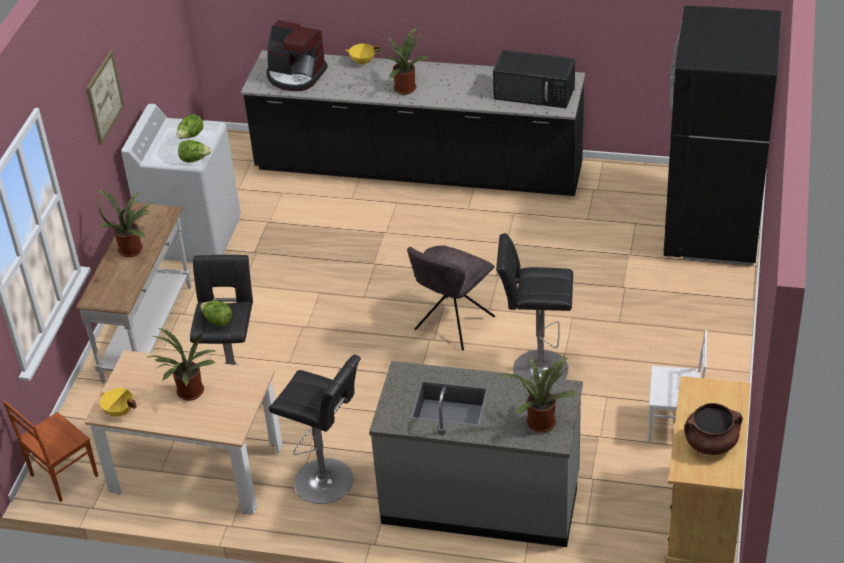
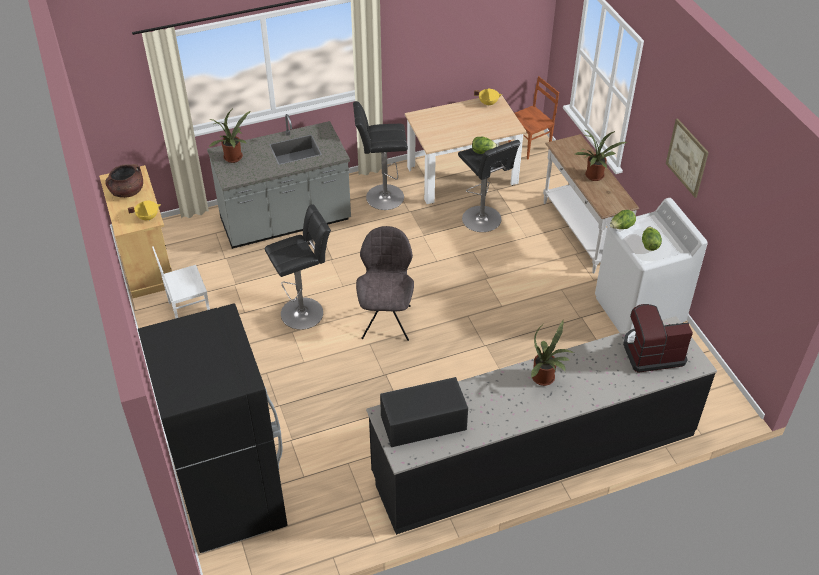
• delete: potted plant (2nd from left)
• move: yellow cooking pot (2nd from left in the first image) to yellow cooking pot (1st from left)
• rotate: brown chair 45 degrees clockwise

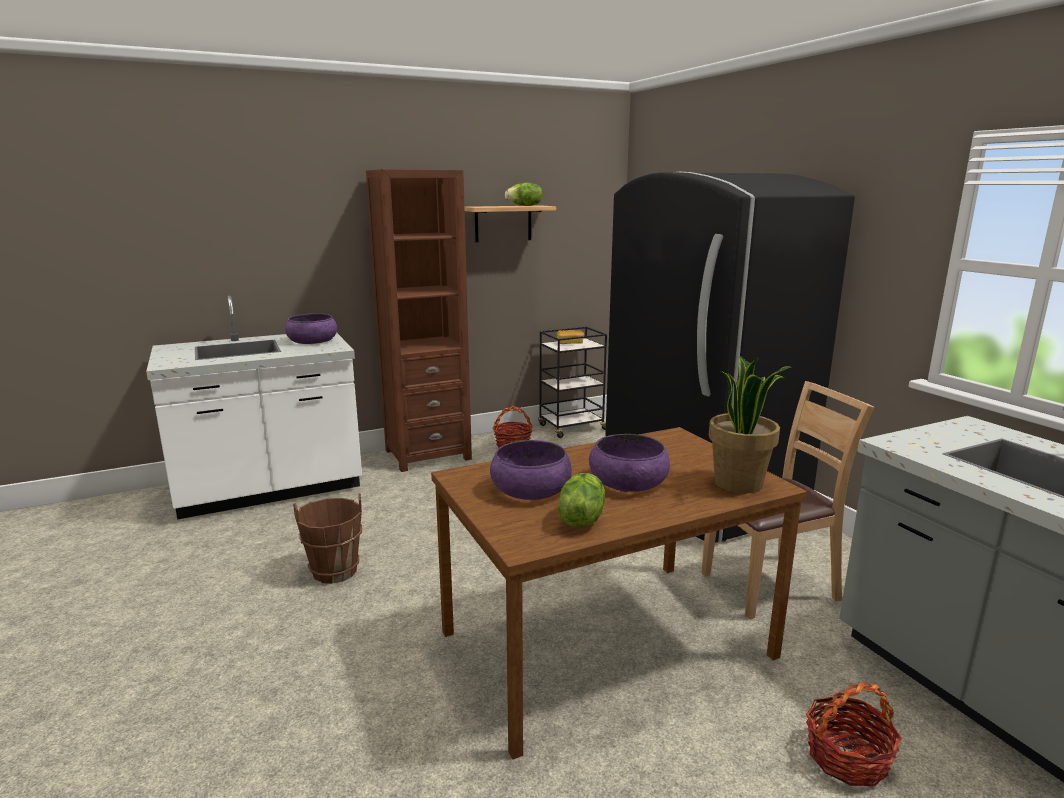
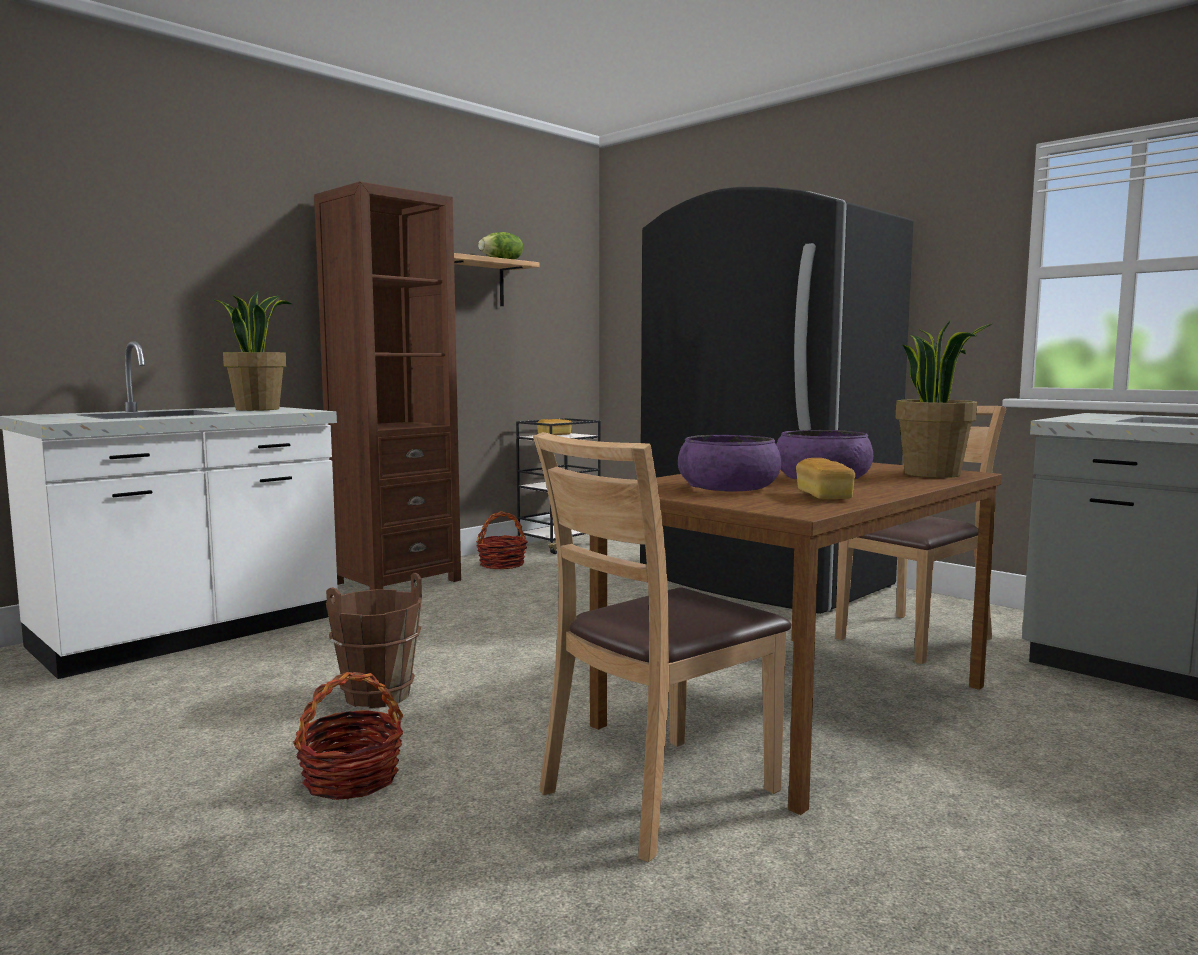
• insert: brown chair (1st from left)
• move: basket (2nd from left in the first image) to basket (1st from left)
• replace: purple bowl (1st from left) to potted plant (1st from left)
• replace: lettuce (2nd from left) to bread (2nd from left)

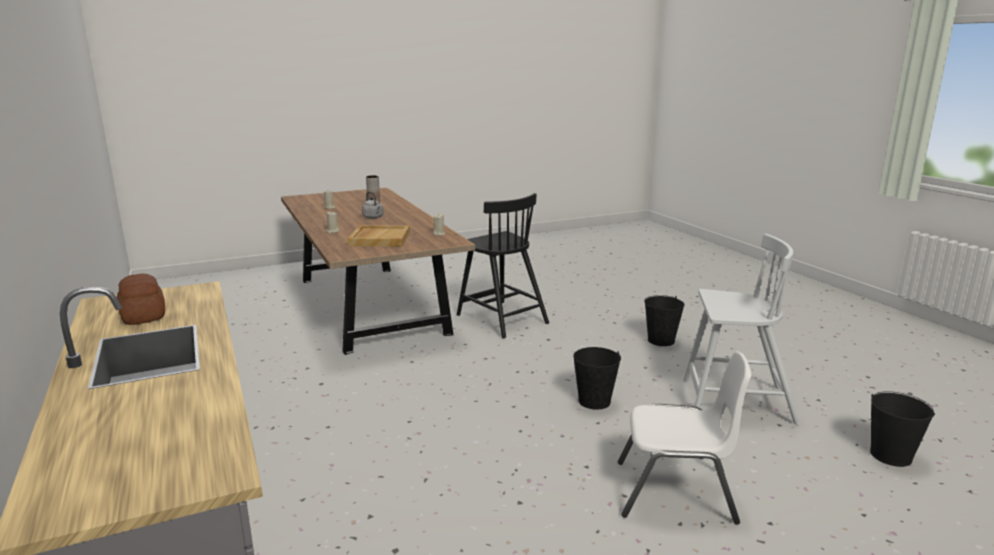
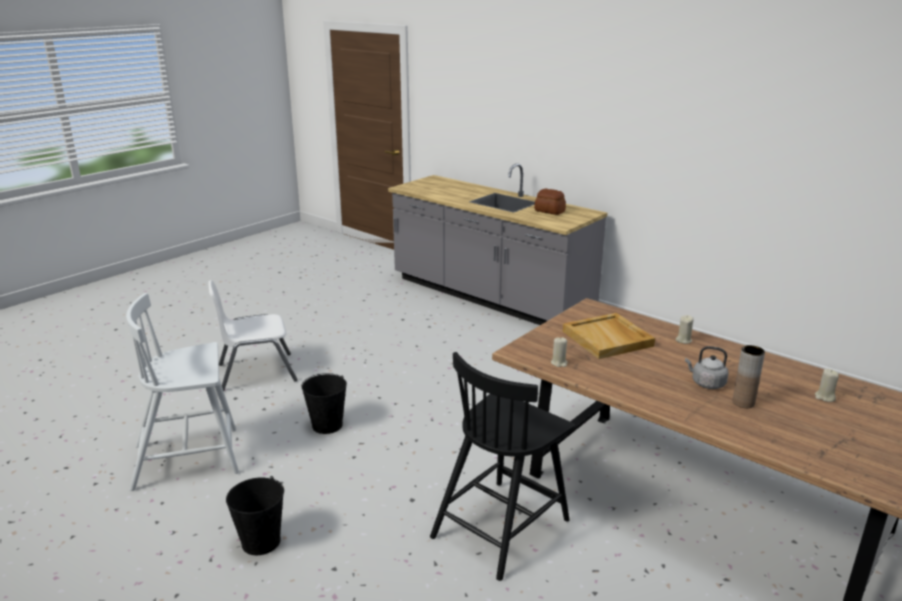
• delete: black bucket (3rd from left)
• rotate: black chair 75 degrees counterclockwise

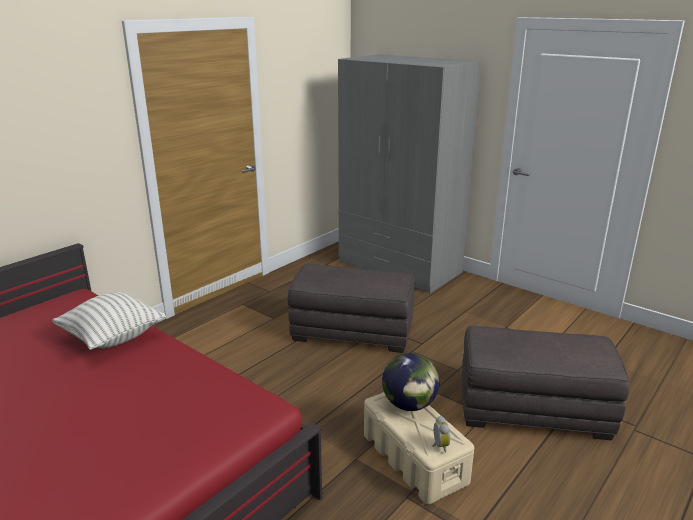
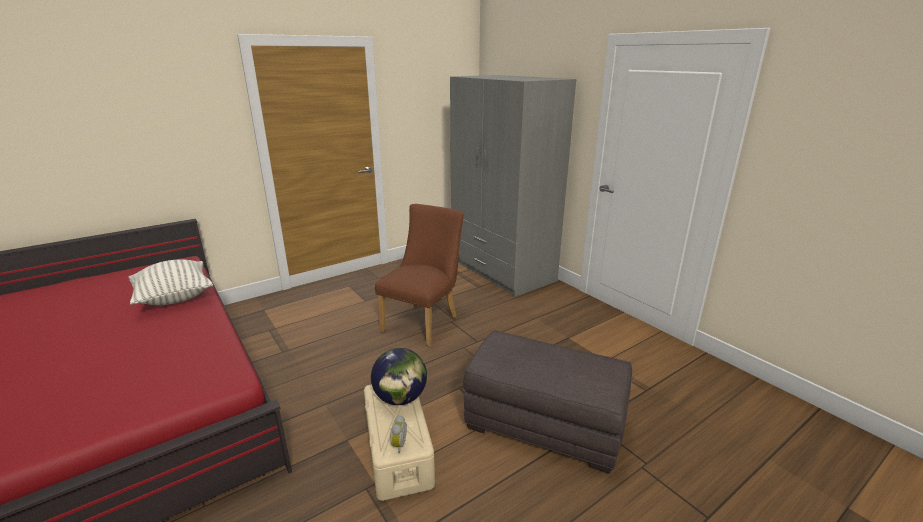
• replace: grey ottoman (1st from left) to brown chair

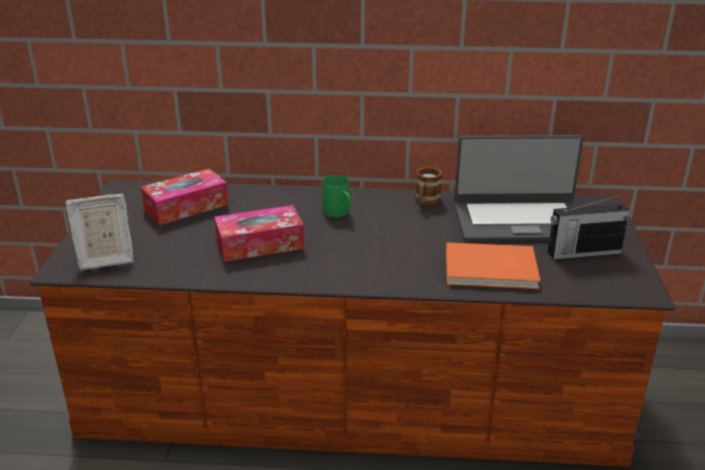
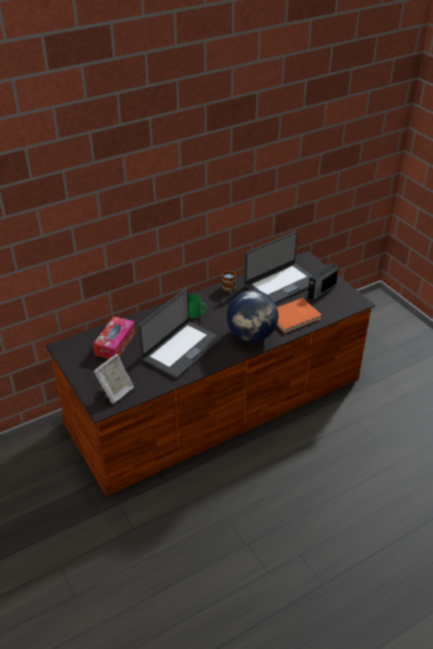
• insert: globe
• replace: tissue box (2nd from left) to laptop (1st from left)

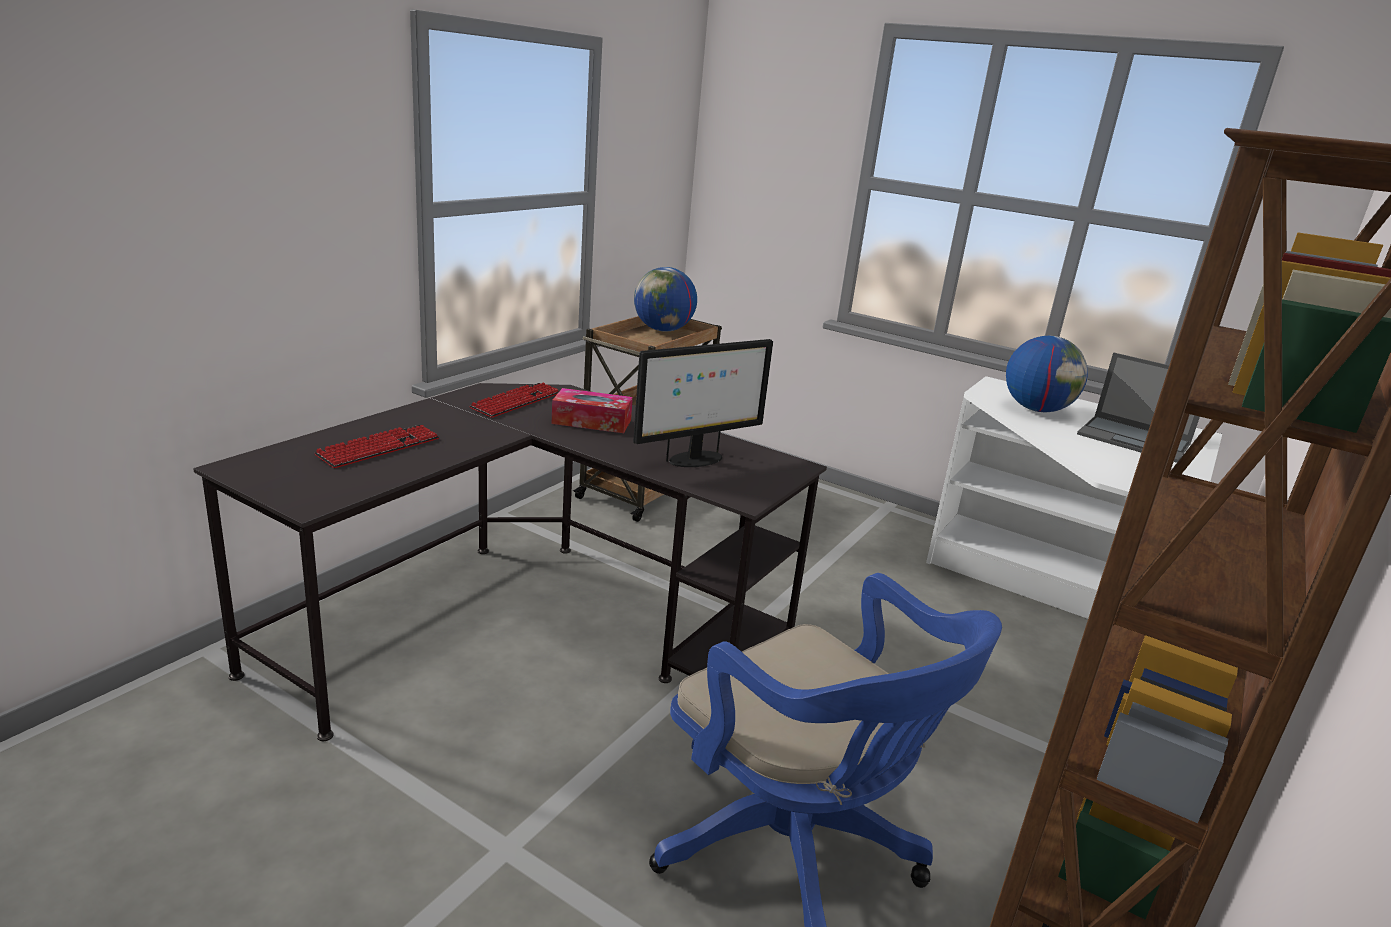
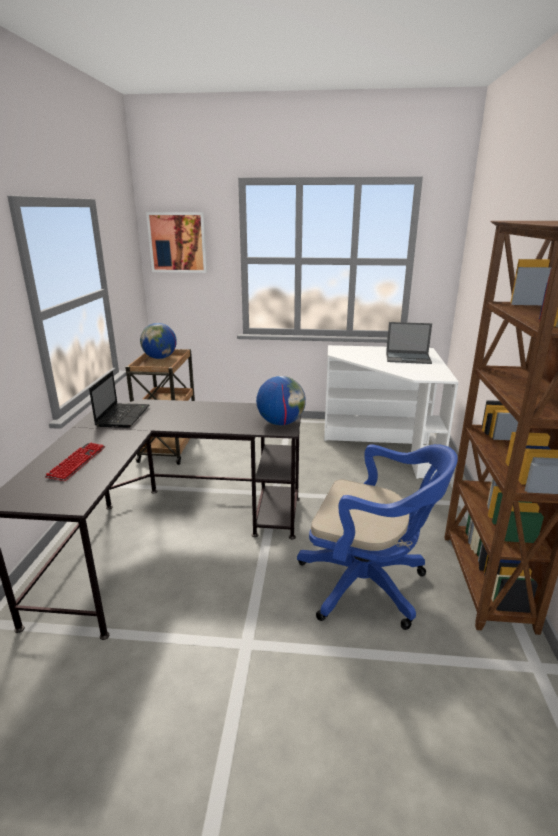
• delete: tissue box
• delete: monitor
• insert: picture
• move: globe (2nd from left)
• replace: keyboard (2nd from left) to laptop (1st from left)

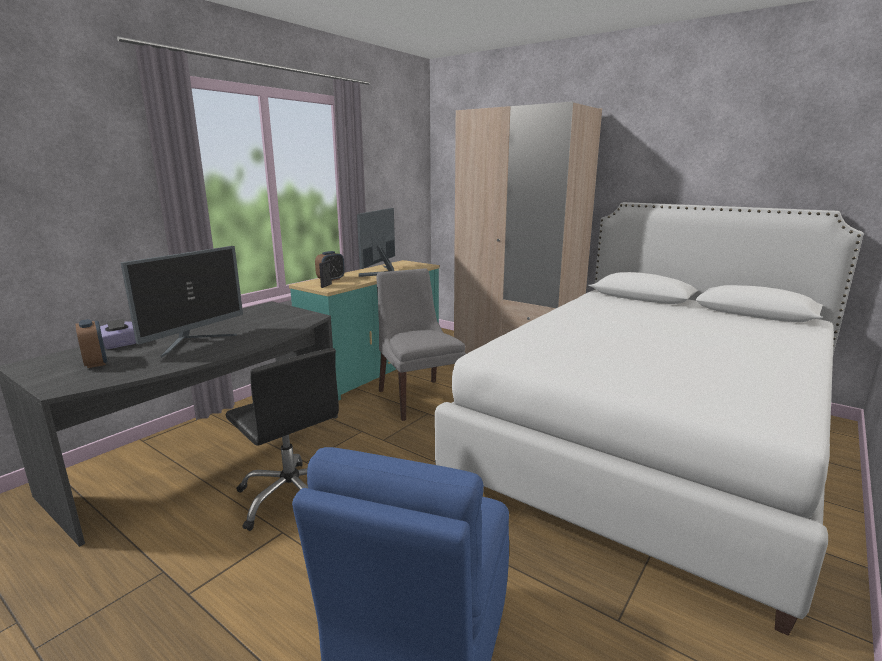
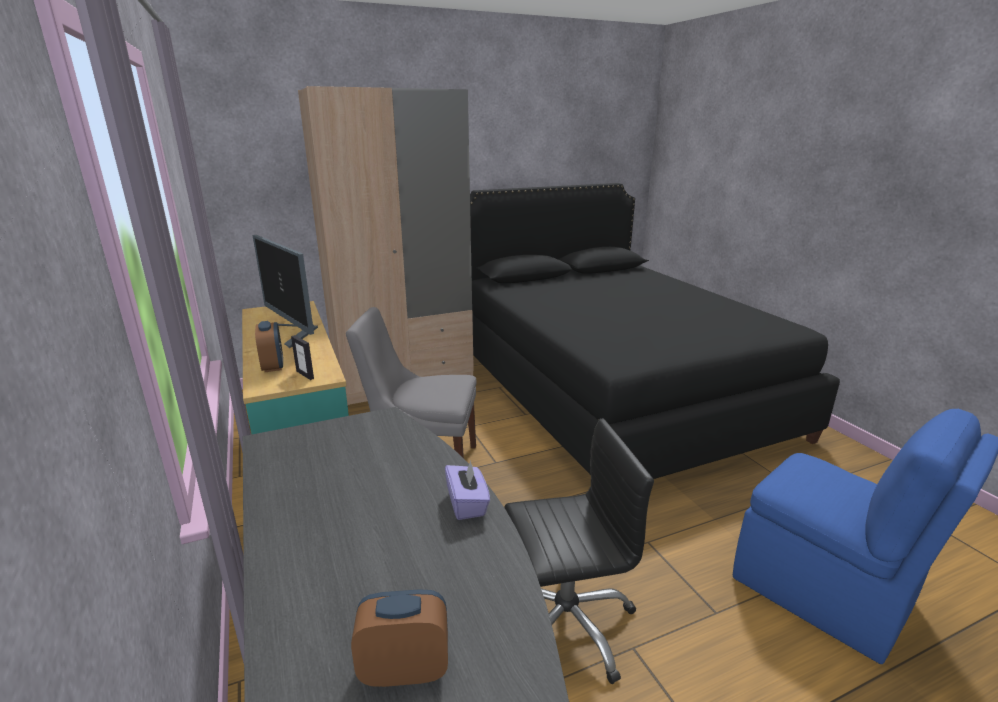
• delete: monitor (1st from left)
• move: purple tissue box
• recolor: white bed to black bed

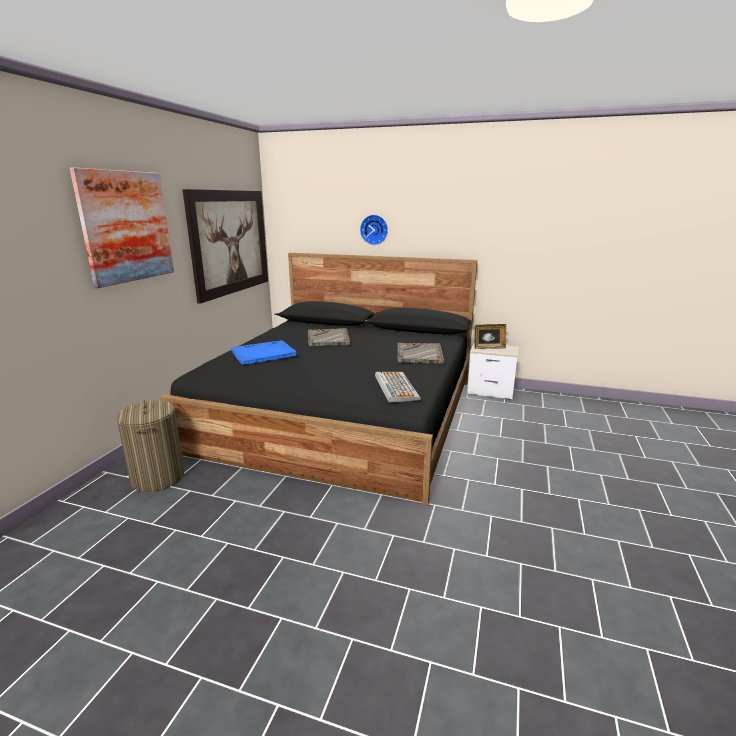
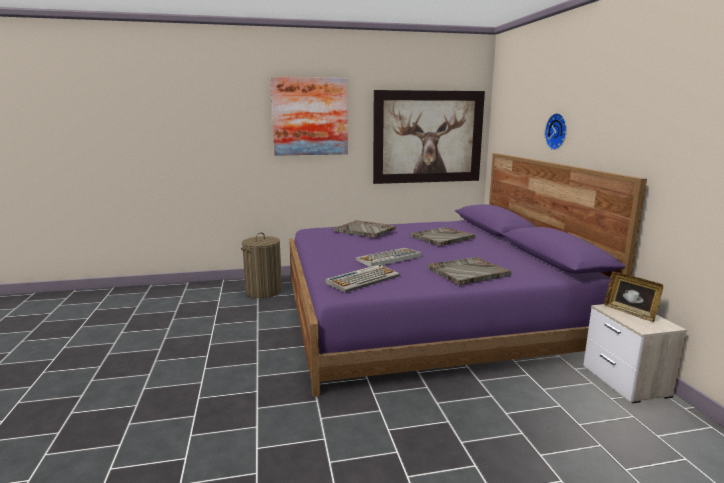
• insert: keyboard (2nd from left)
• recolor: black bed to purple bed
• recolor: blue tray to grey tray (1st from left)

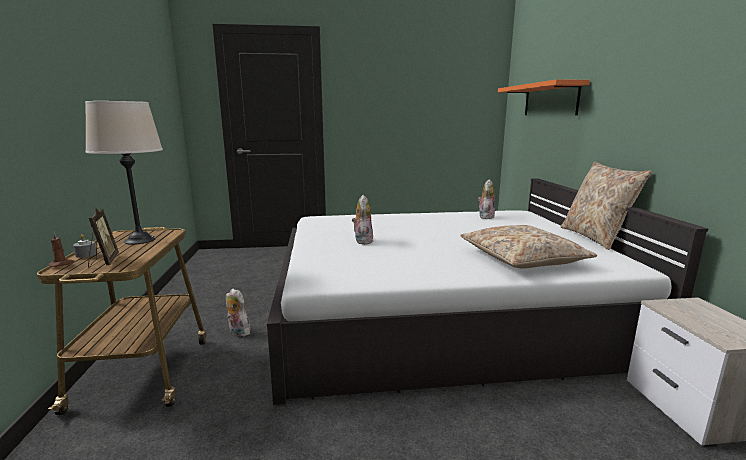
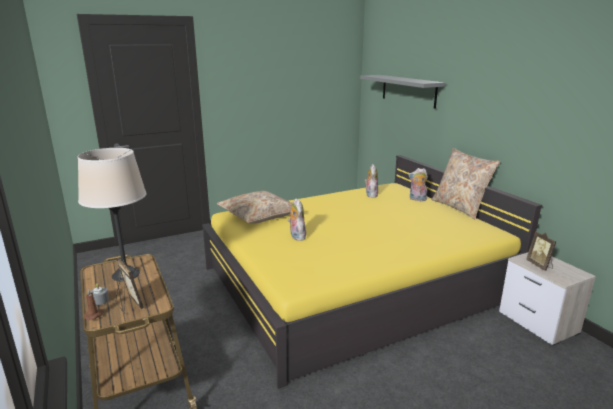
• insert: picture frame (2nd from left)
• move: plush toy (1st from left in the first image) to plush toy (3rd from left)
• move: beige pillow (1st from left)
• recolor: white bed to yellow bed
• recolor: orange shelf to grey shelf

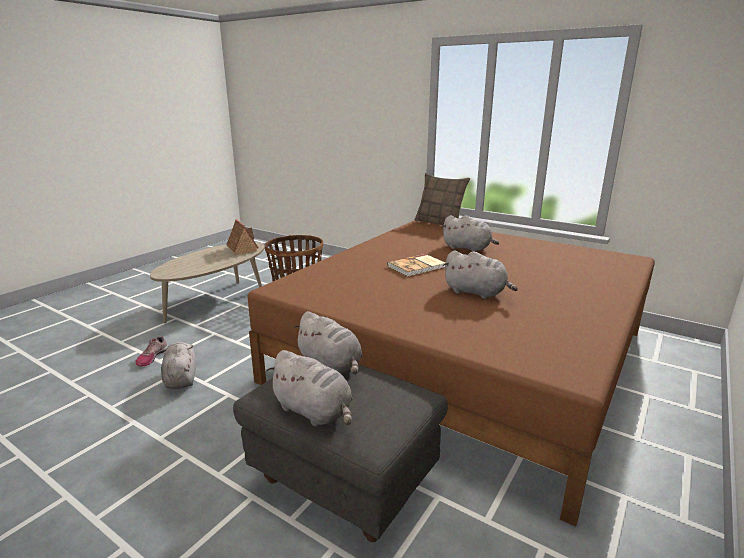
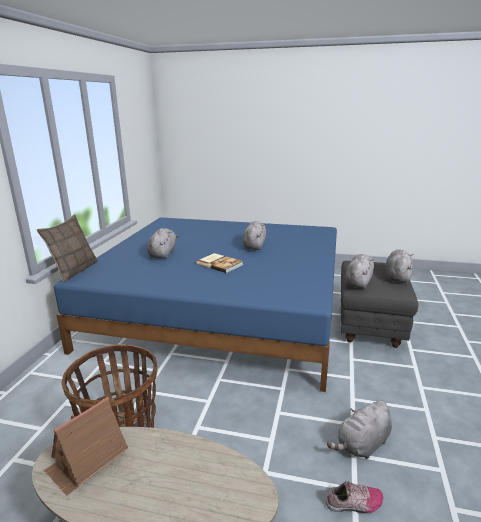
• recolor: brown bed to blue bed

